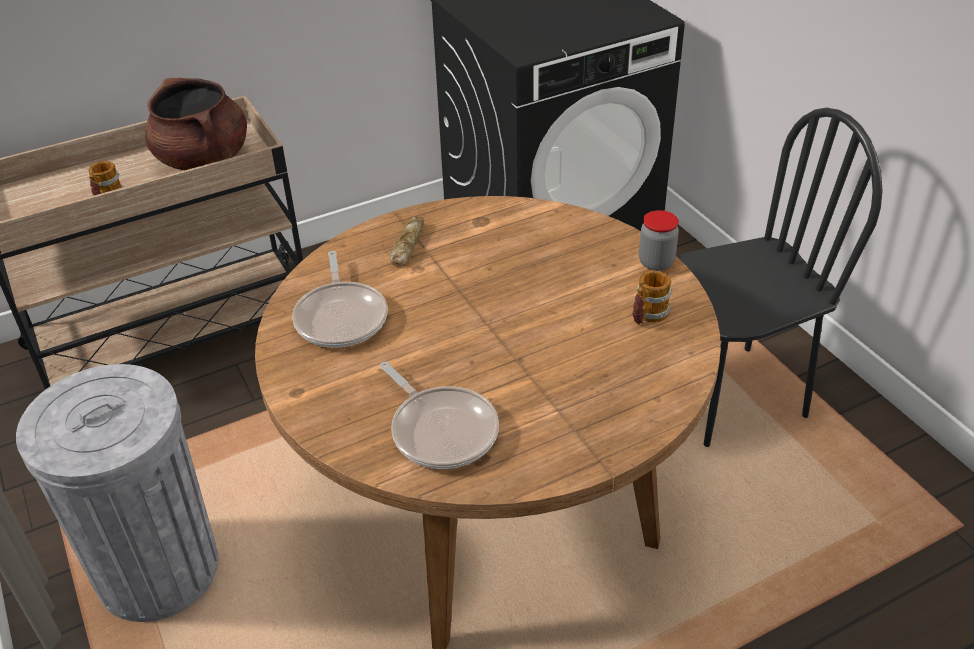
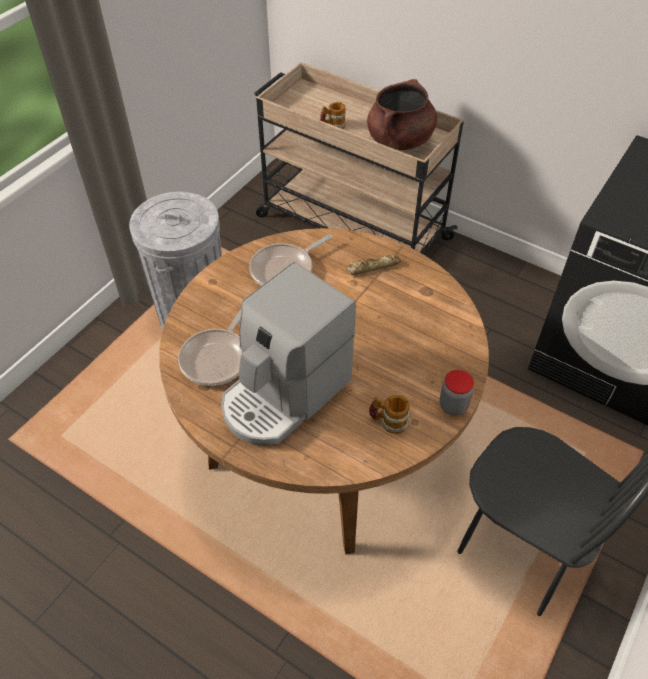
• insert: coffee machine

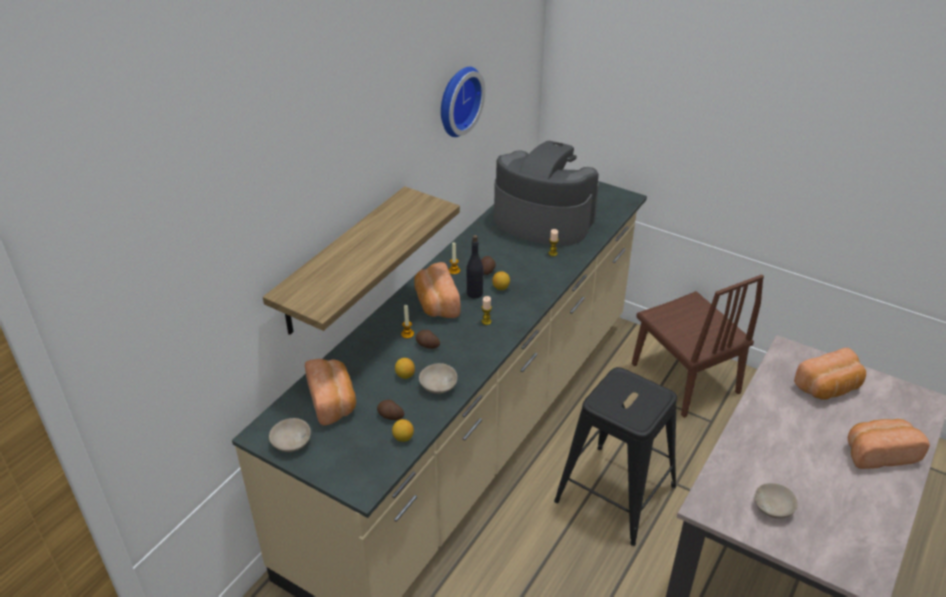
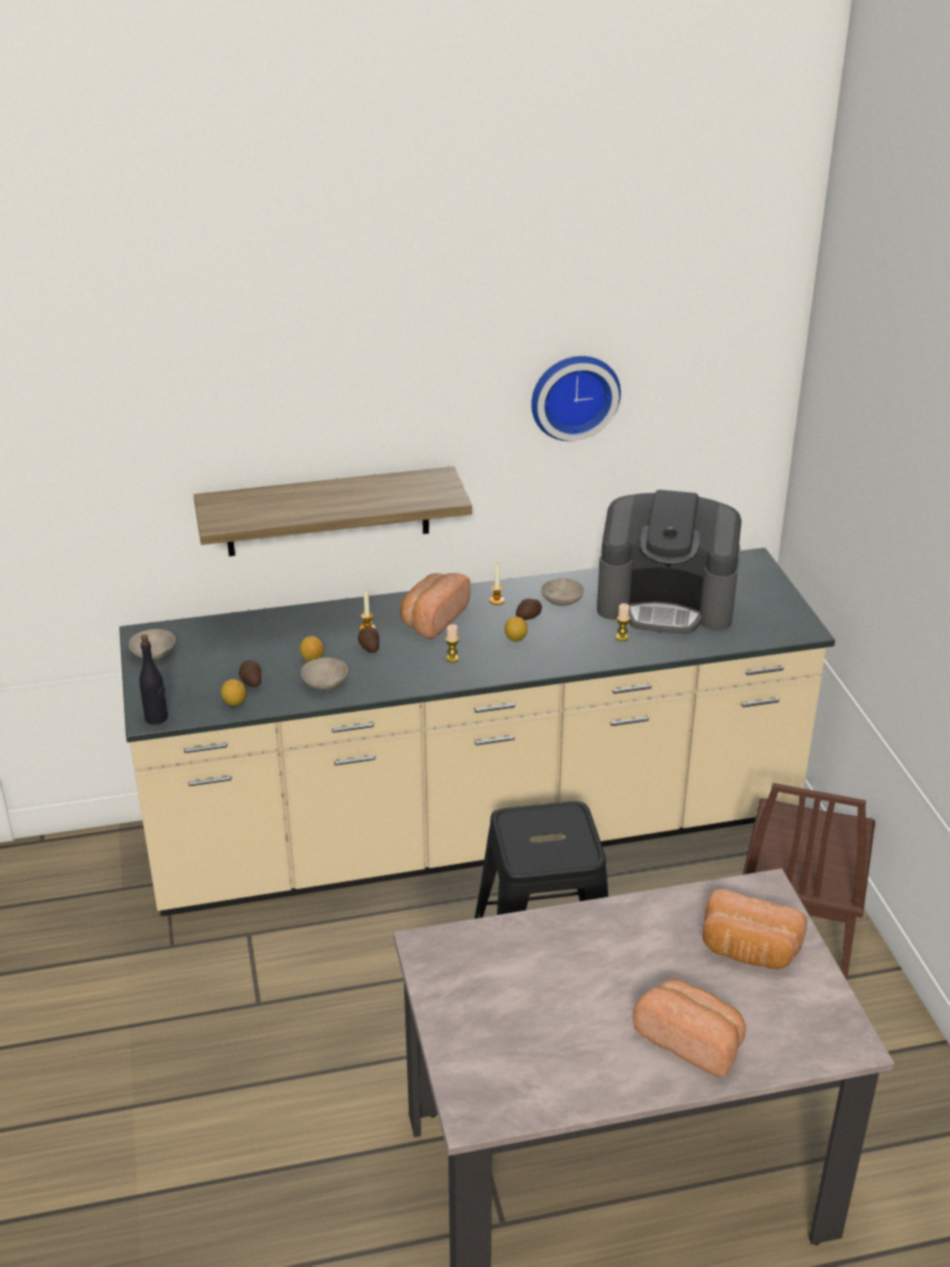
• delete: bread (1st from left)
• move: black bottle
• move: beige bowl (3rd from left)
• rotate: coffee machine 120 degrees clockwise

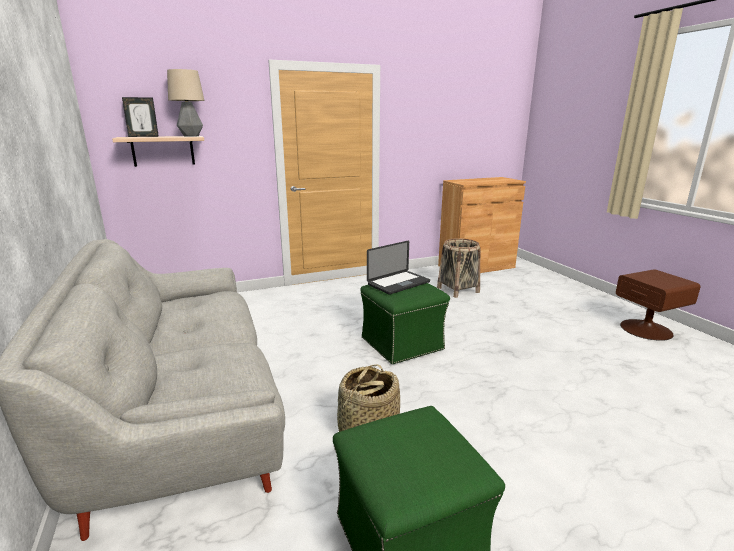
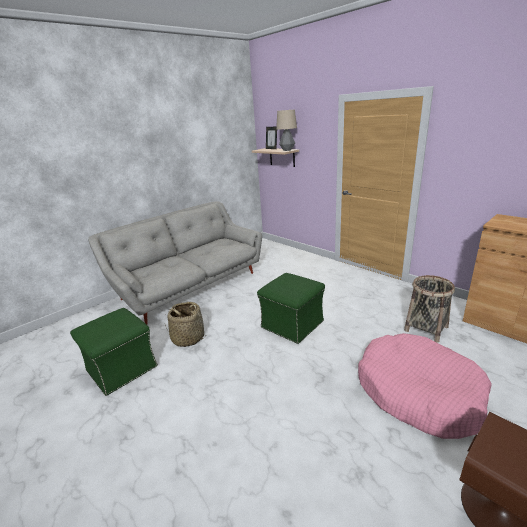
• delete: laptop
• insert: pink dog bed

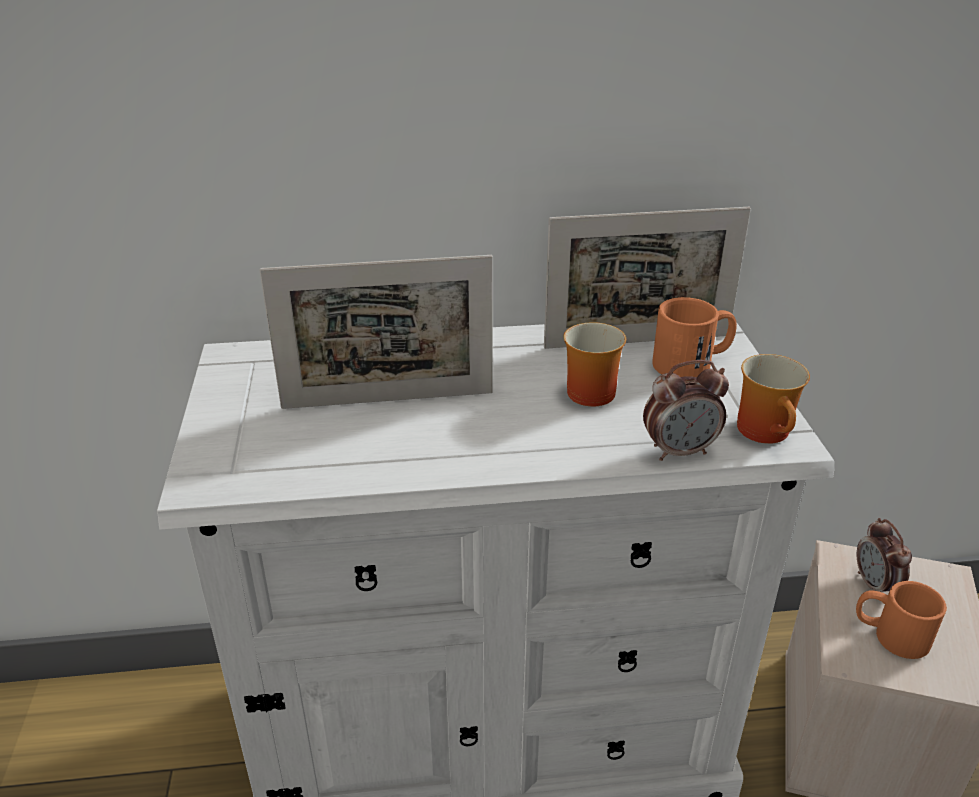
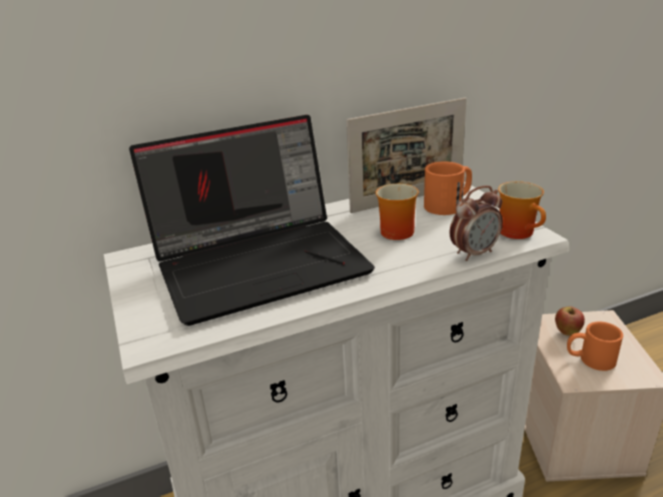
• replace: picture frame (1st from left) to laptop
• replace: alarm clock (2nd from left) to apple

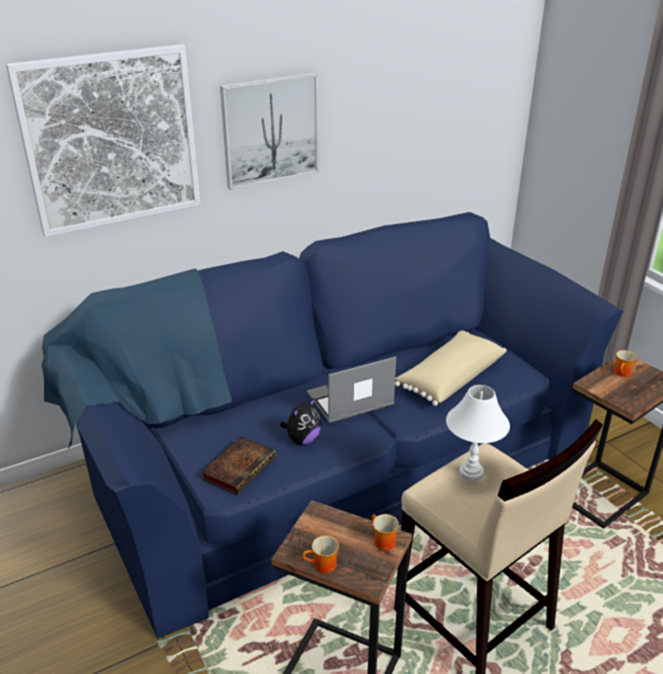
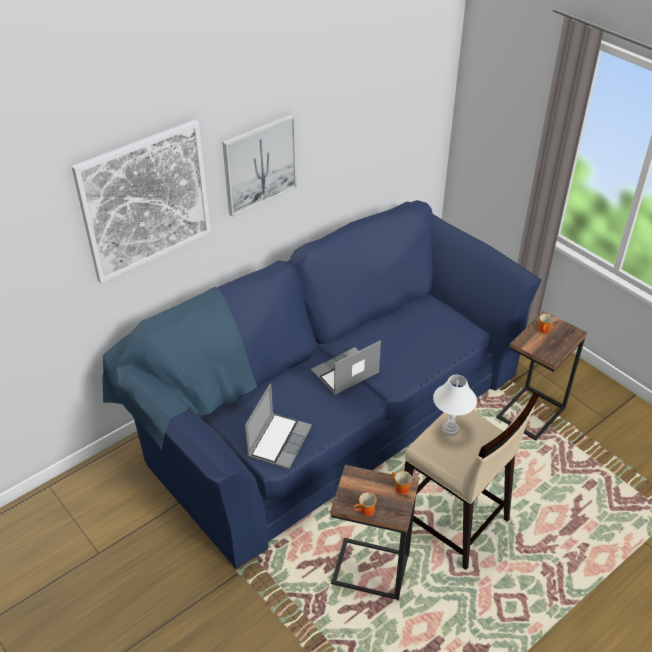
• delete: plush toy
• delete: beige pillow
• replace: book to laptop (1st from left)

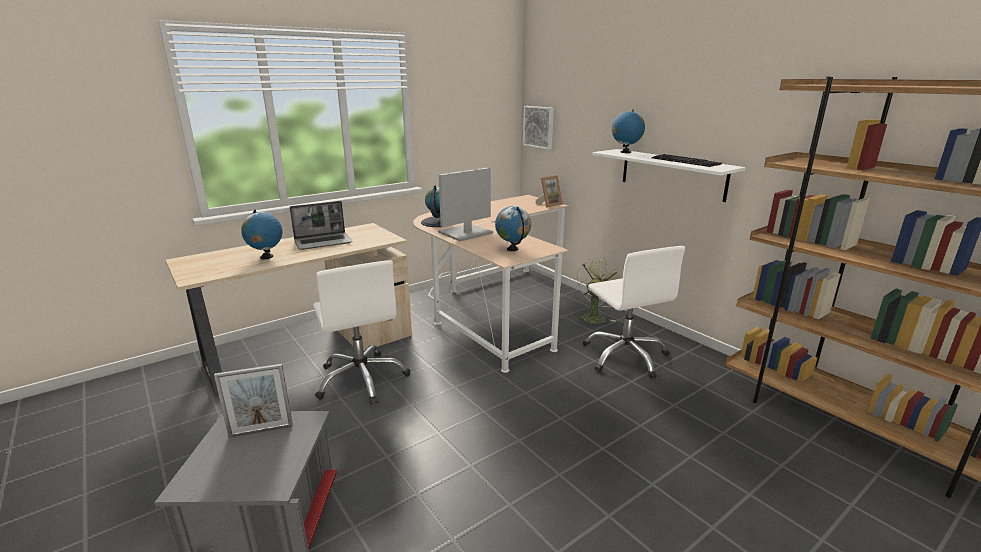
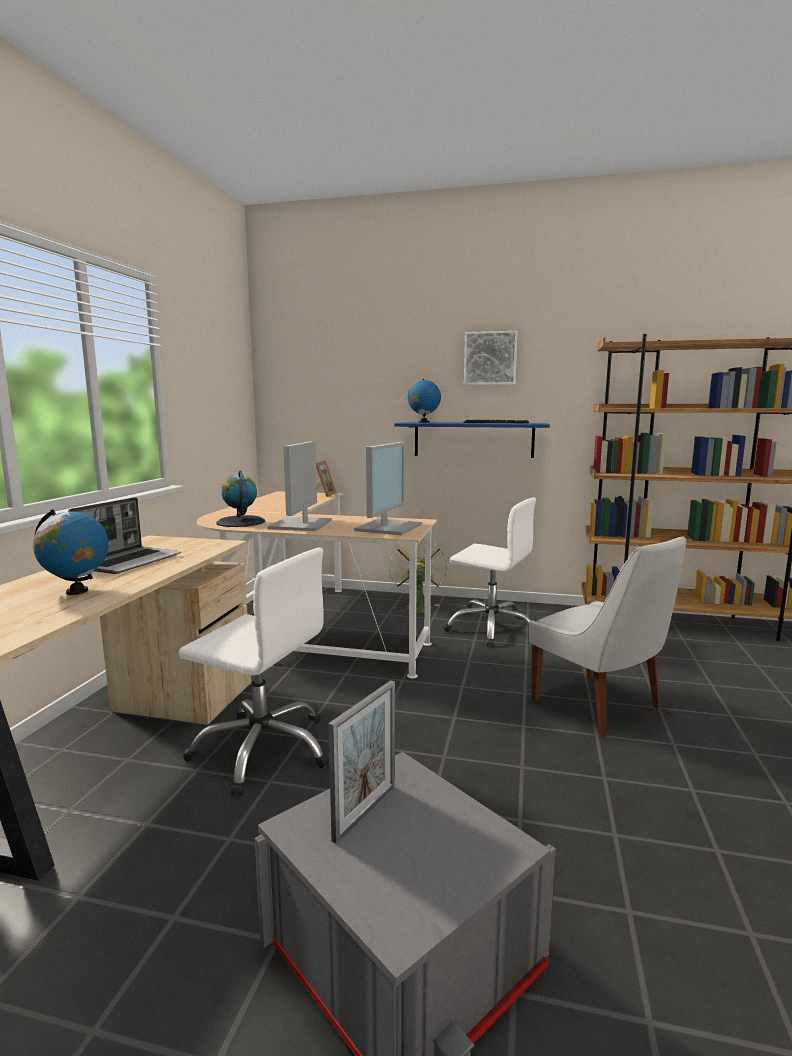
• insert: white chair
• move: picture
• replace: globe (3rd from left) to monitor (2nd from left)
• recolor: white shelf to blue shelf

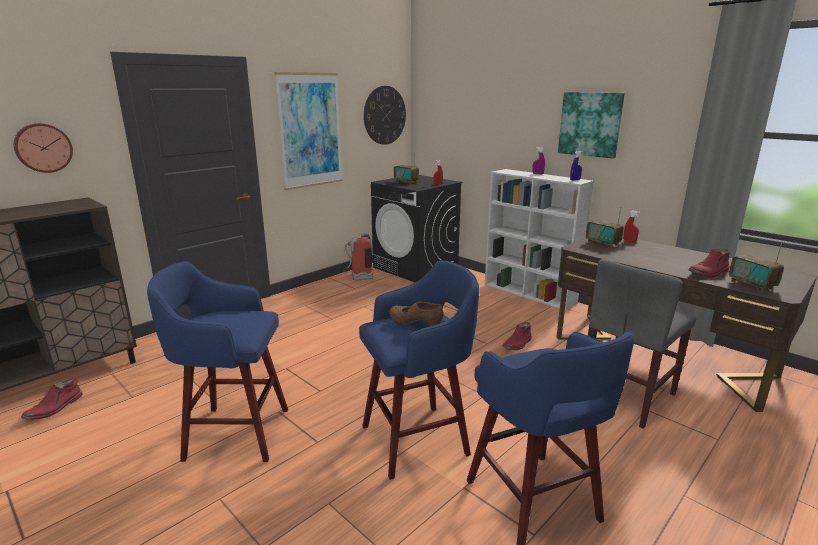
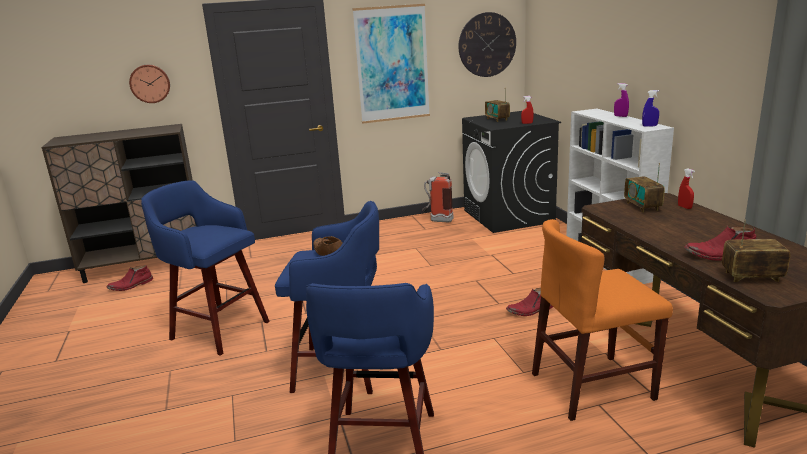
• delete: picture (2nd from left)
• recolor: grey chair to orange chair
• rotate: radio (3rd from left) 90 degrees clockwise

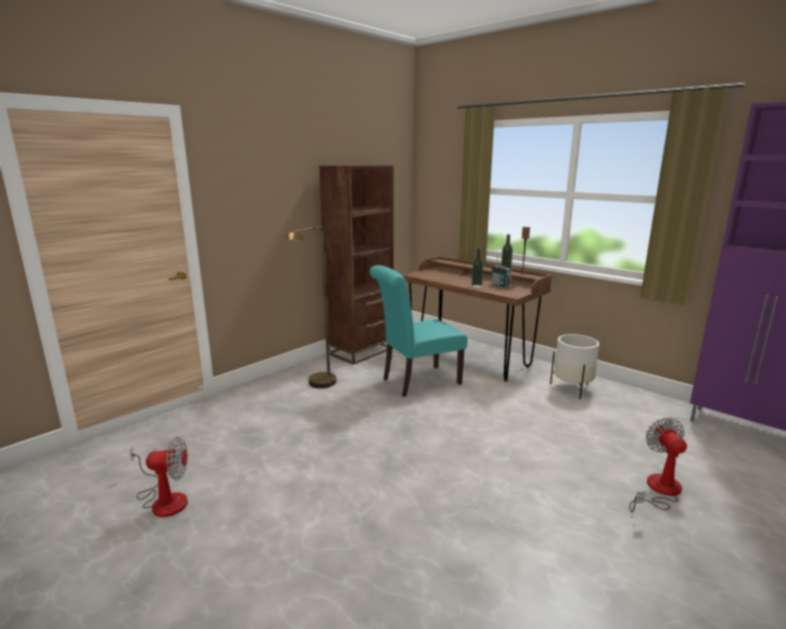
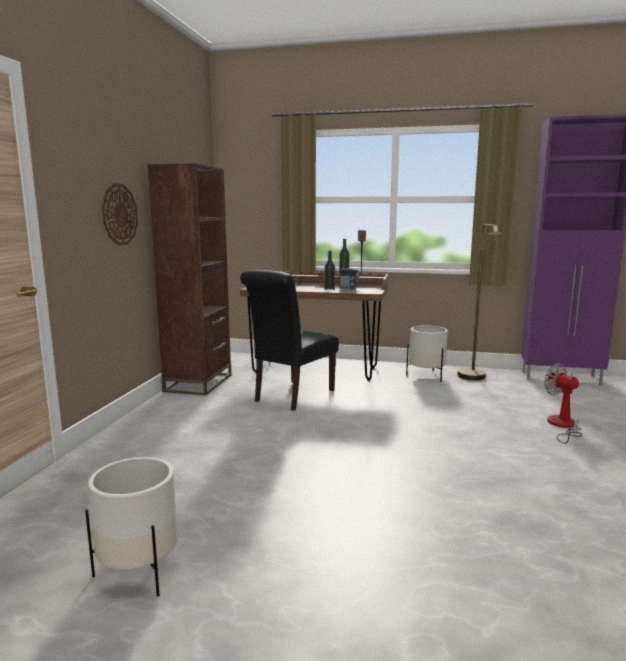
• insert: wall clock
• move: brown floor lamp
• replace: fan (1st from left) to white planter (1st from left)
• recolor: turquoise chair to black chair

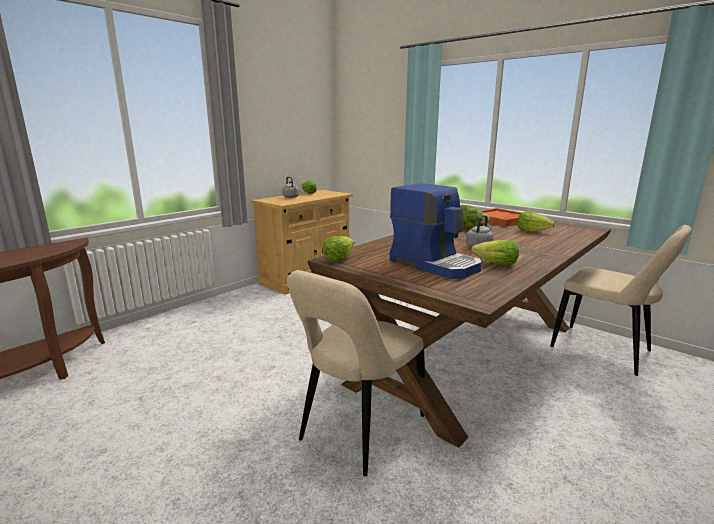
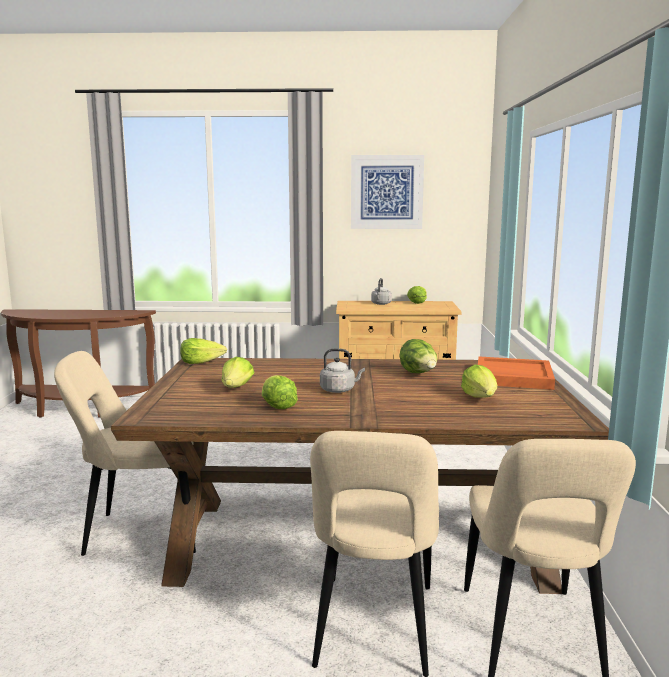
• insert: beige chair (2nd from left)
• insert: picture
• replace: coffee machine to lettuce (2nd from left)

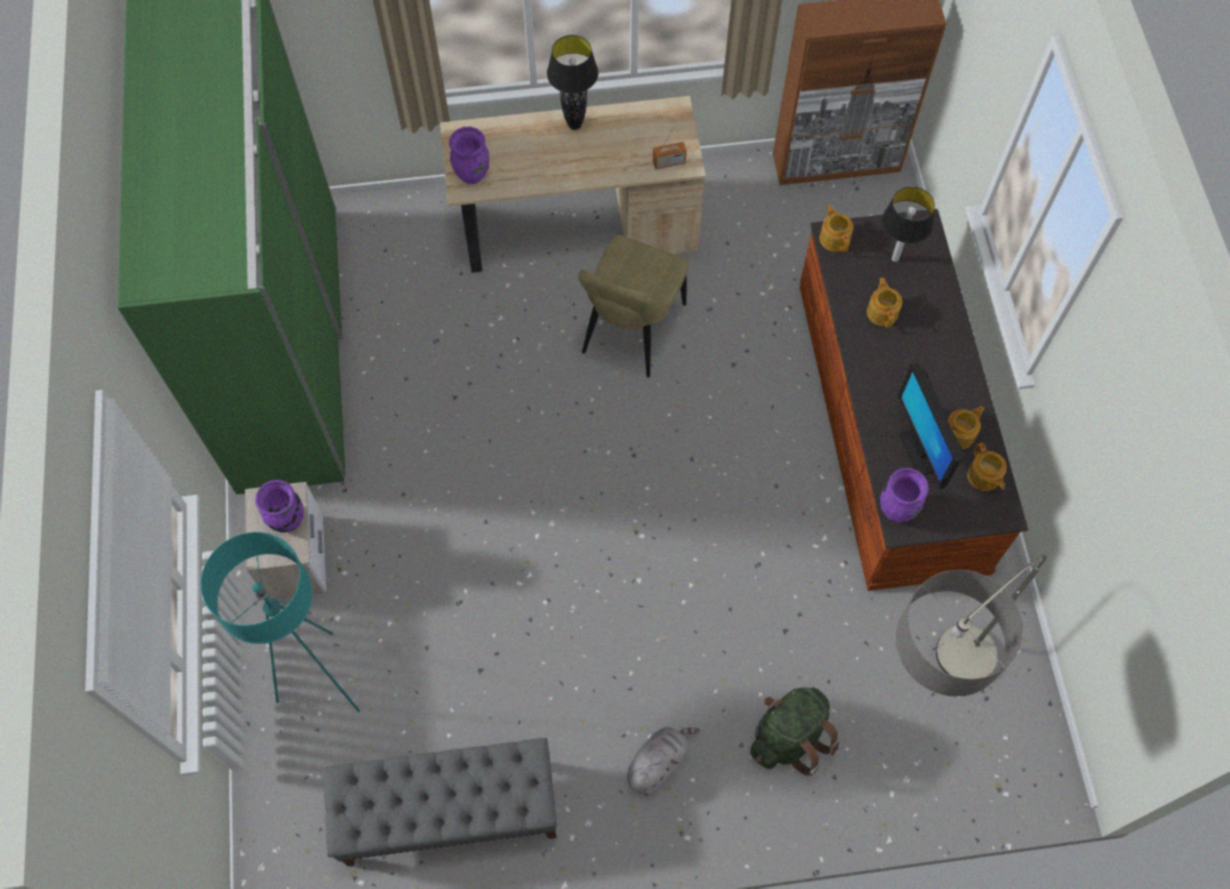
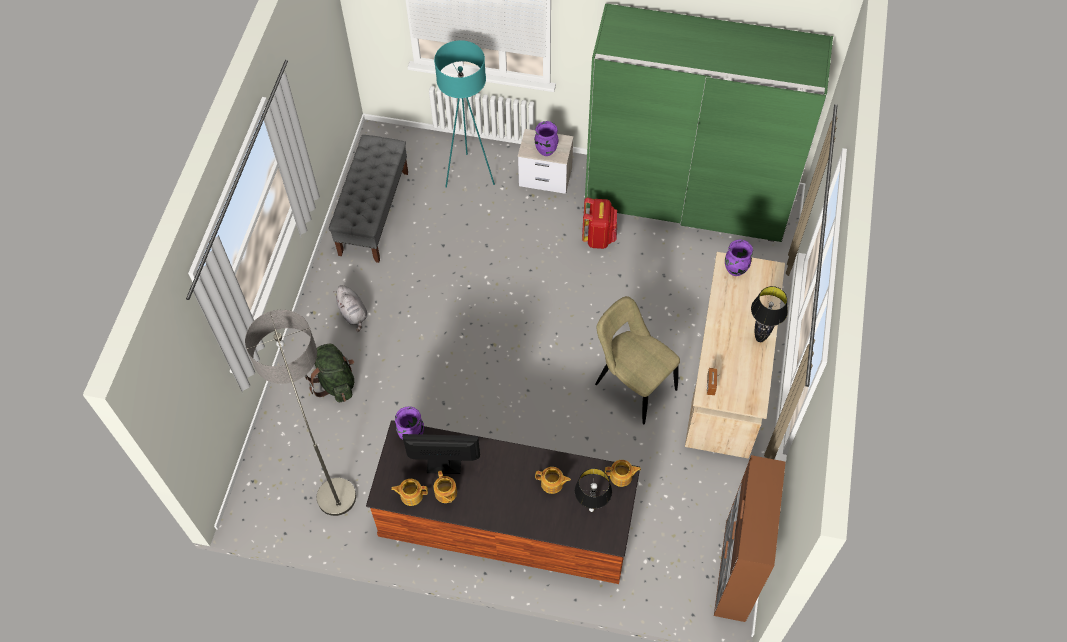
• insert: red backpack

